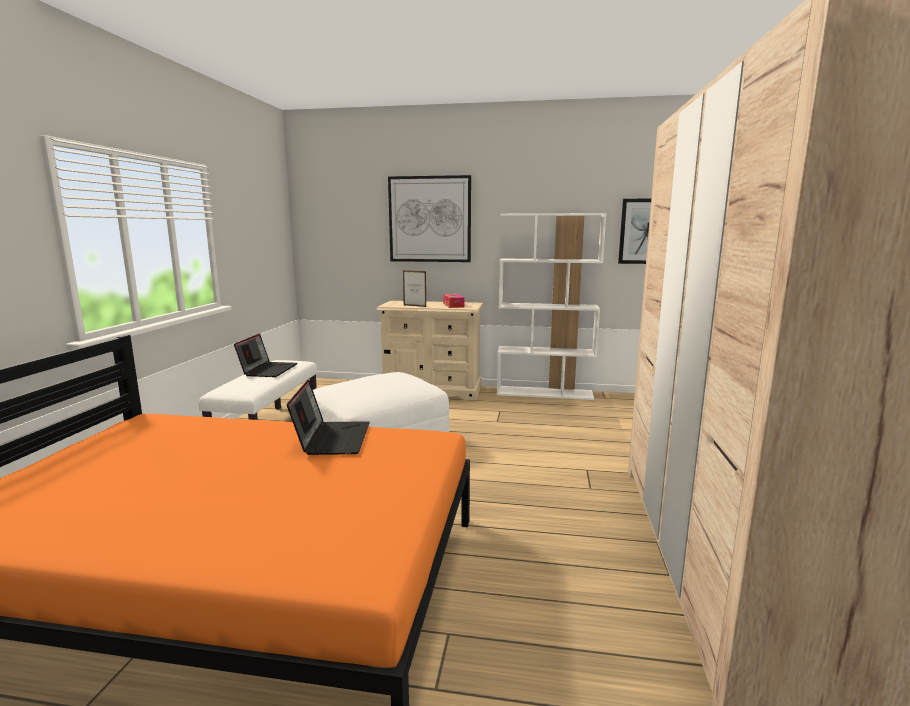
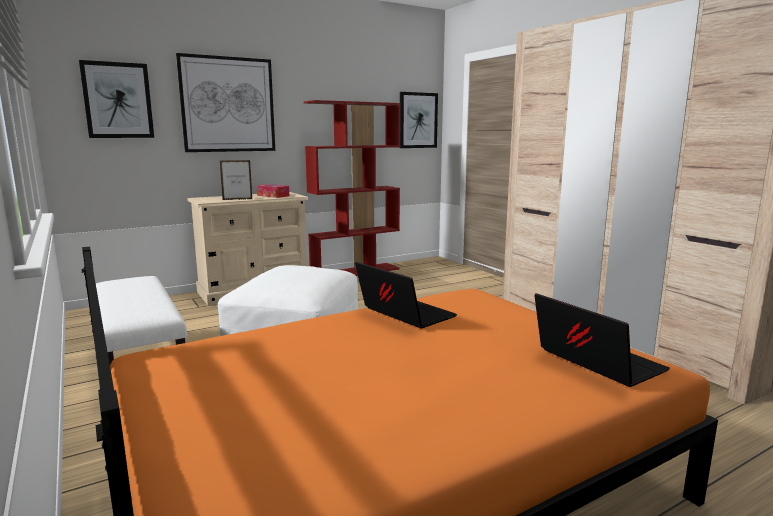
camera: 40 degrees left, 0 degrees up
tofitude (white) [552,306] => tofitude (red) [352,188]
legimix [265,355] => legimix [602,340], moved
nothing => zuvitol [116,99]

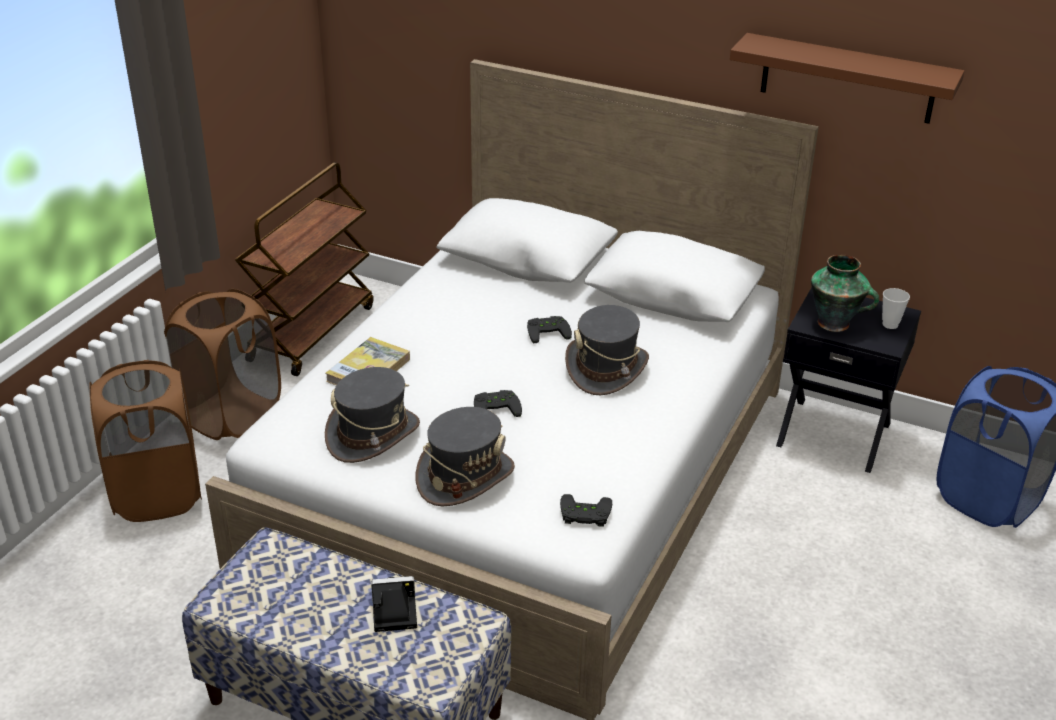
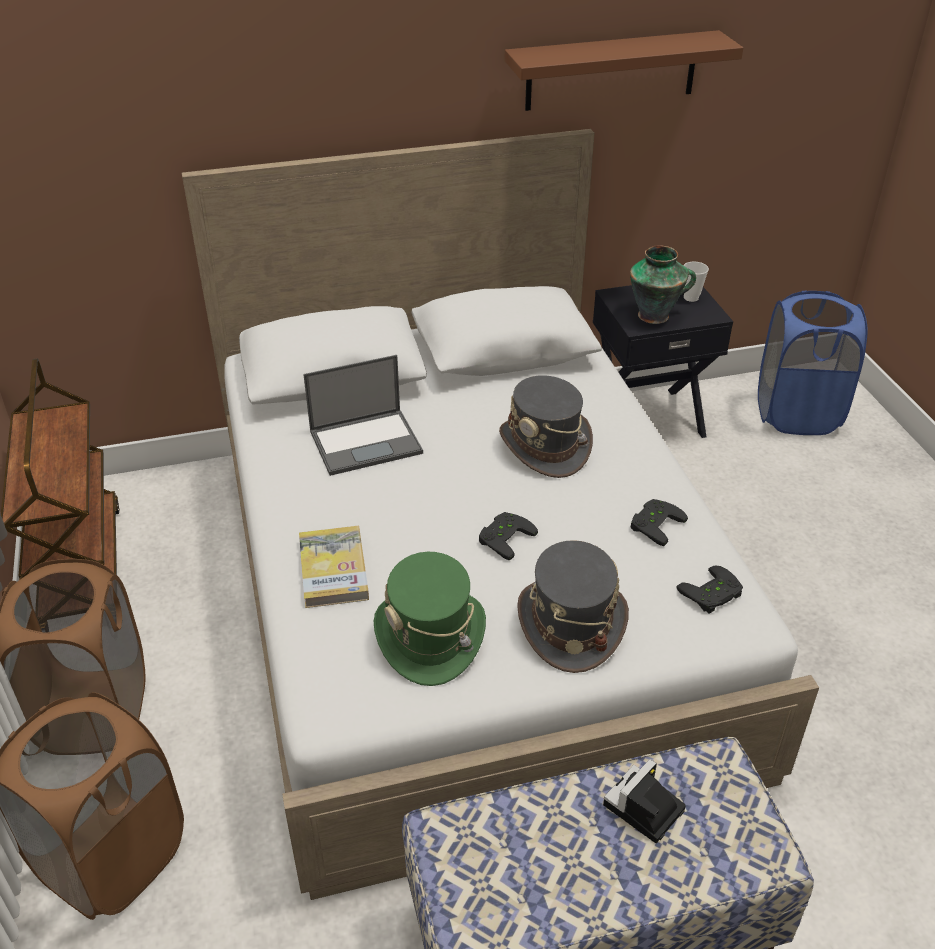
camera: 40 degrees left, 5 degrees up
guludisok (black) [549,329] => guludisok (black) [659,522], moved
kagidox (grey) [372,415] => kagidox (green) [430,619]
nothing => legimix [363,415]

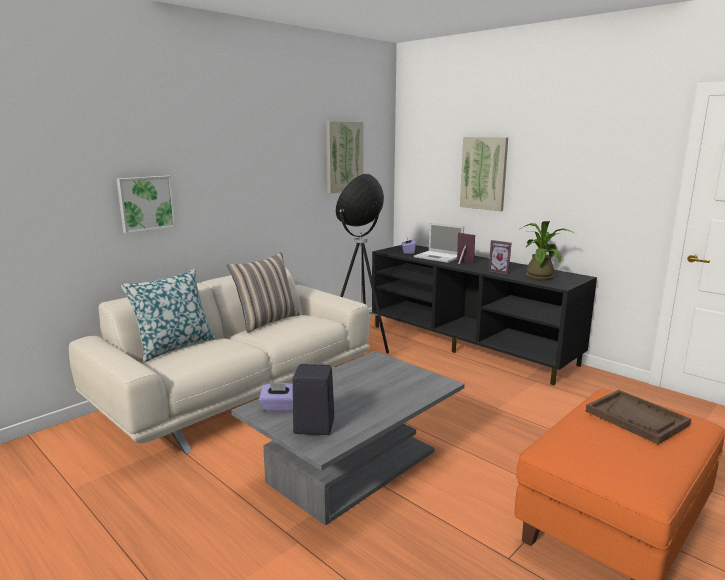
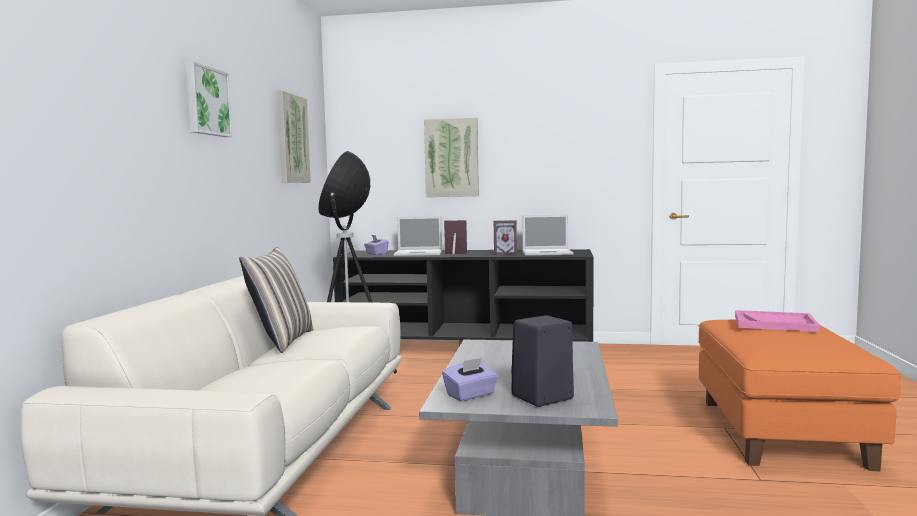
camera: 35 degrees left, 10 degrees down
zuvitol [146,204] => zuvitol [209,99], moved
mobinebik [547,251] => legimix [547,235]
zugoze [168,315] => nothing
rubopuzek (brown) [638,417] => rubopuzek (pink) [777,321]

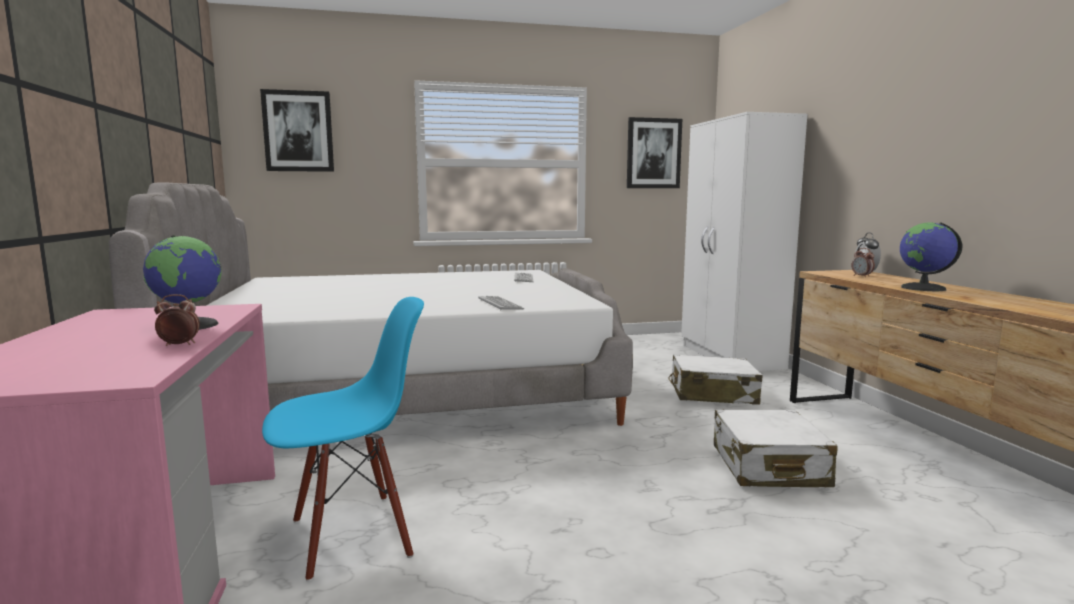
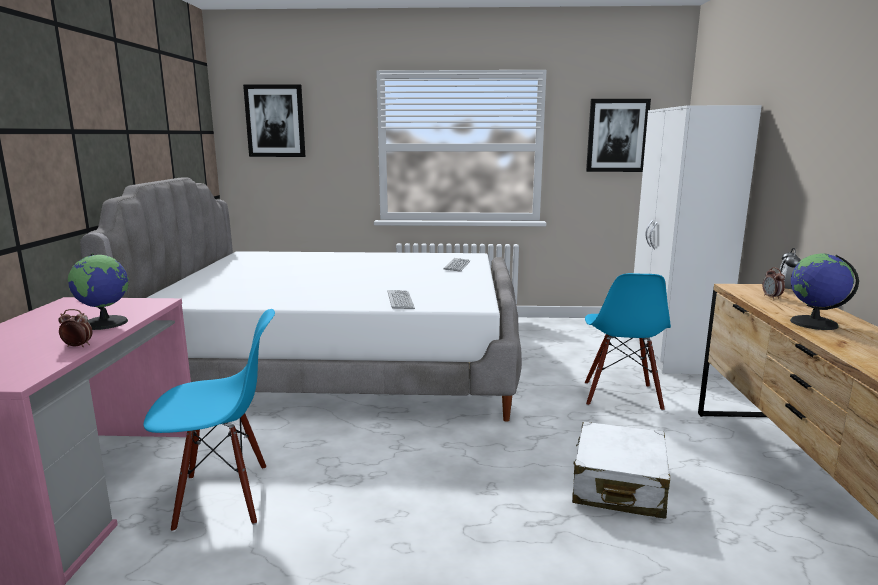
camera: 15 degrees right, 5 degrees up
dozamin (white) [715,379] => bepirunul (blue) [628,342]

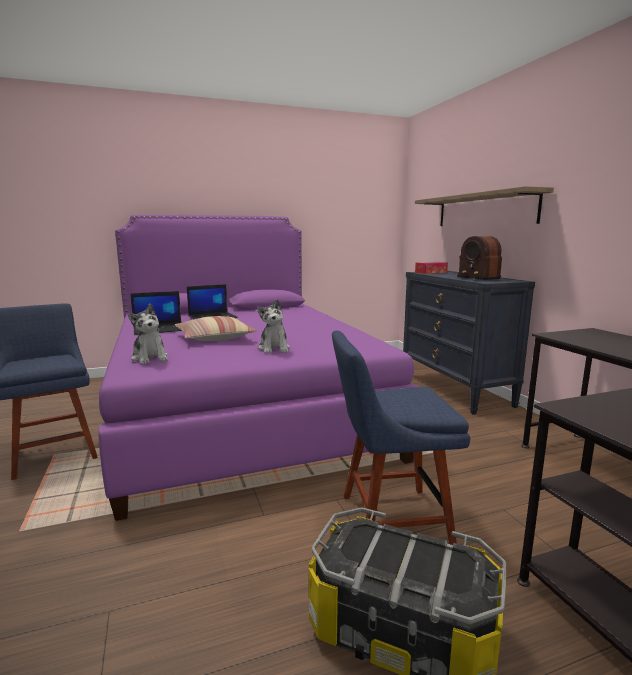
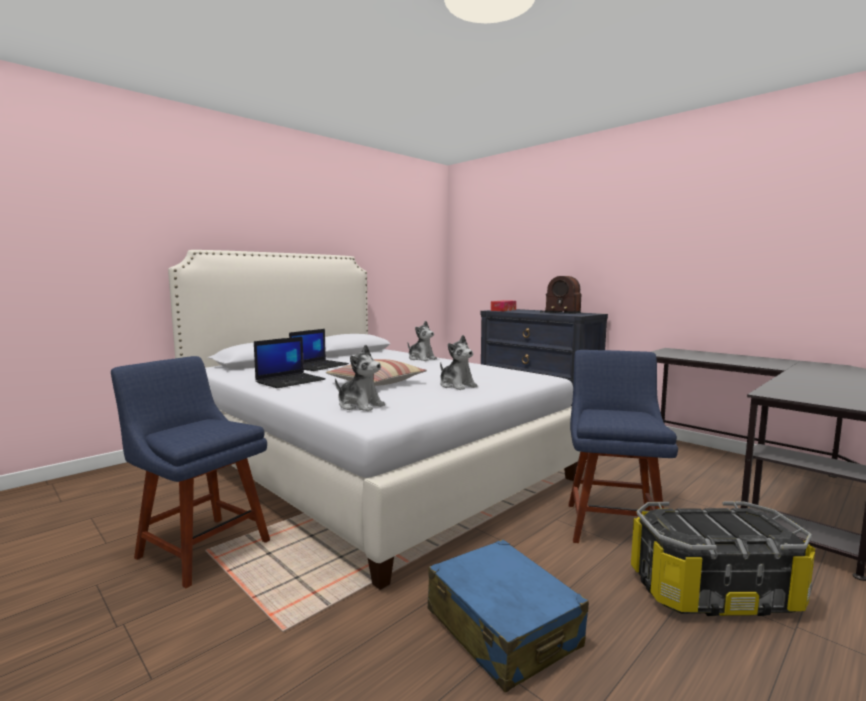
camera: 25 degrees left, 5 degrees down
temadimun [484,206] => nothing
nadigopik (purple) [258,367] => nadigopik (white) [374,420]
bepirunul (blue) [401,437] => bepirunul (blue) [623,446], 135 degrees clockwise
nothing => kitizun [422,341]
nothing => dozamin (blue) [508,616]

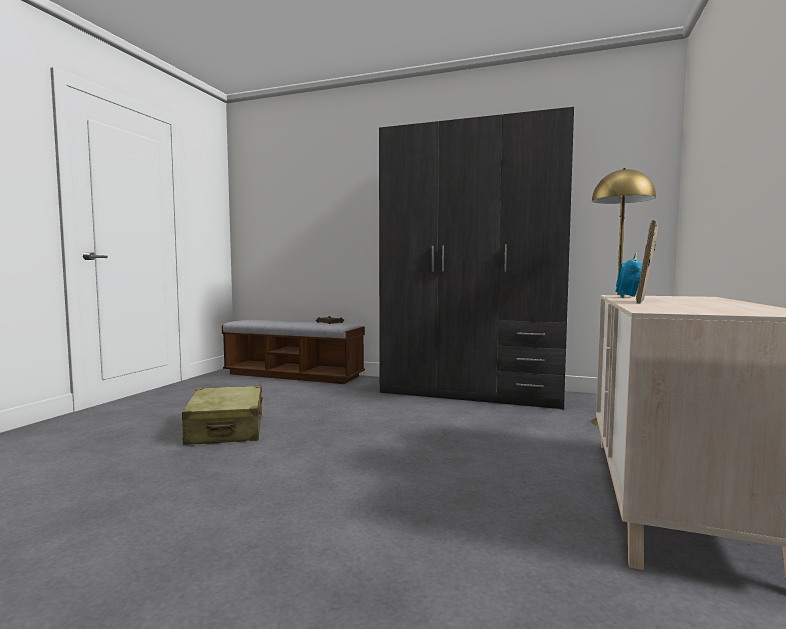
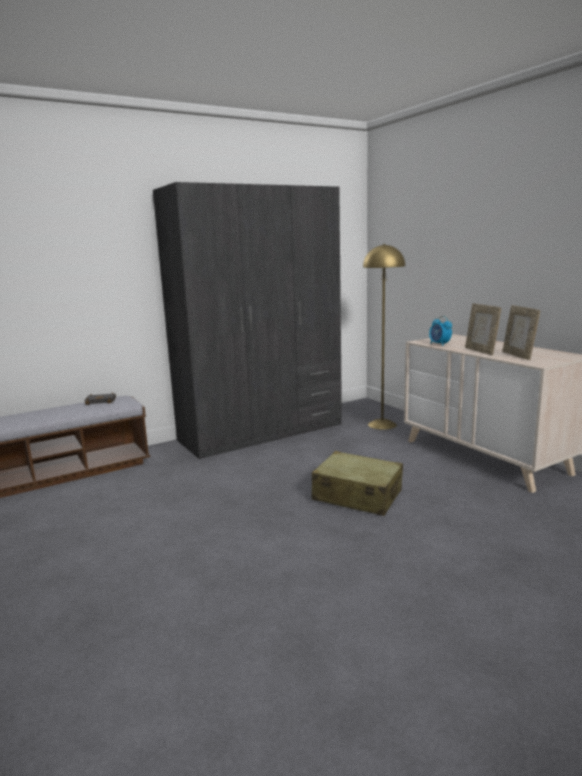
camera: 50 degrees left, 10 degrees up
dozamin (beige) [222,415] => dozamin (beige) [357,483], moved
nothing => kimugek [521,332]

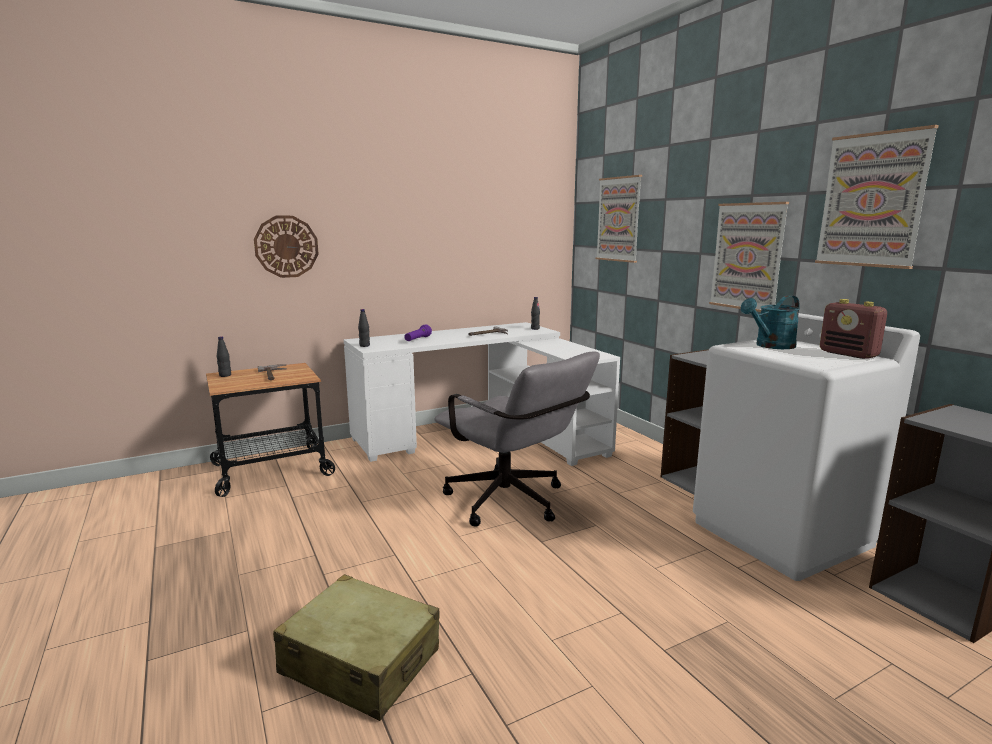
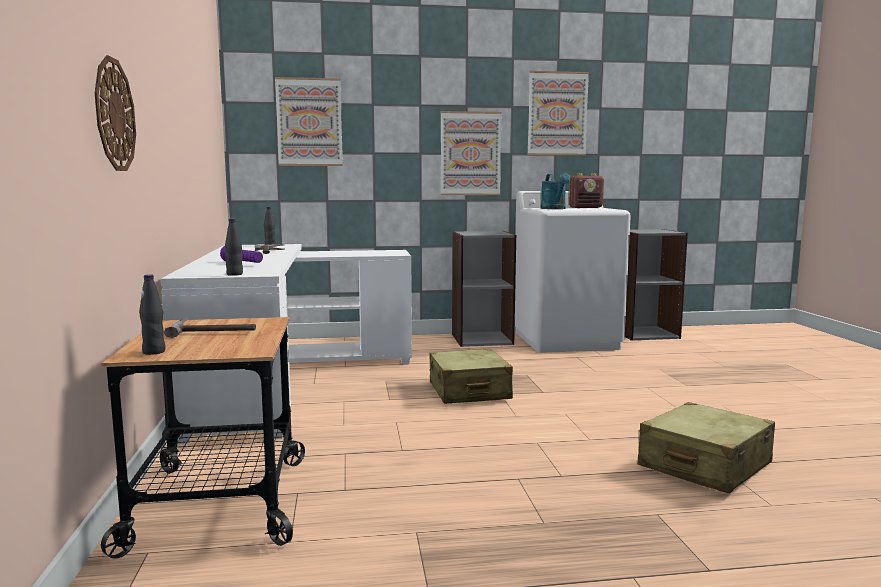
camera: 70 degrees left, 5 degrees down
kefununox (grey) [517,439] => dozamin (beige) [471,376]

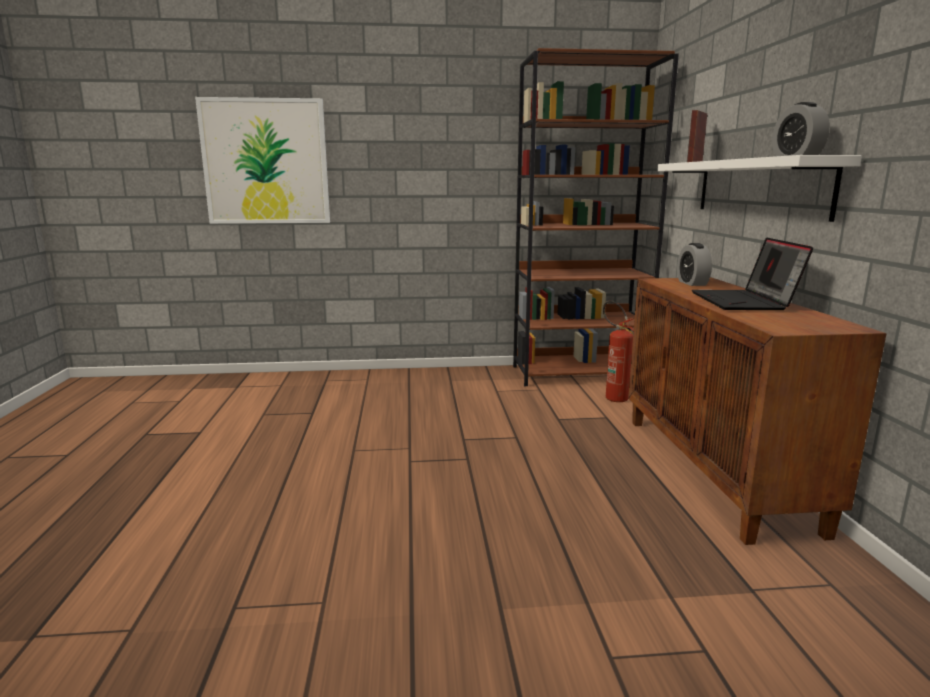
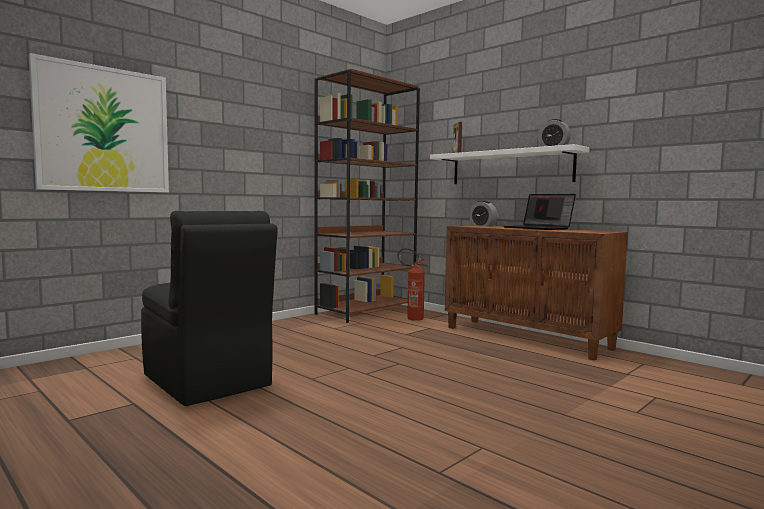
camera: 40 degrees left, 10 degrees down
nothing => bepirunul (black) [209,308]

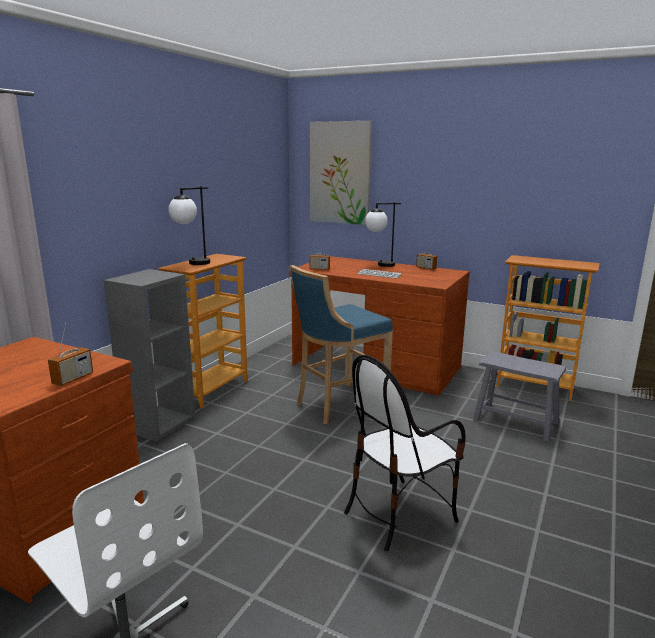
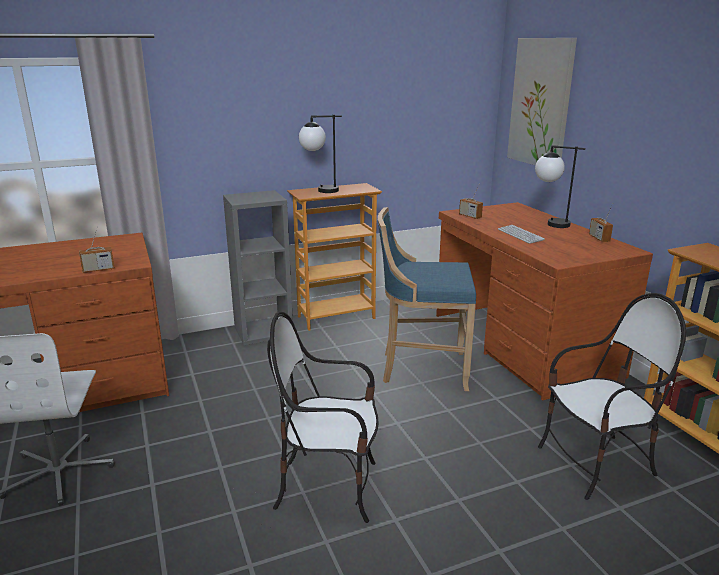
camera: 40 degrees right, 5 degrees up
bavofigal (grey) [519,397] => bepirunul [612,396]

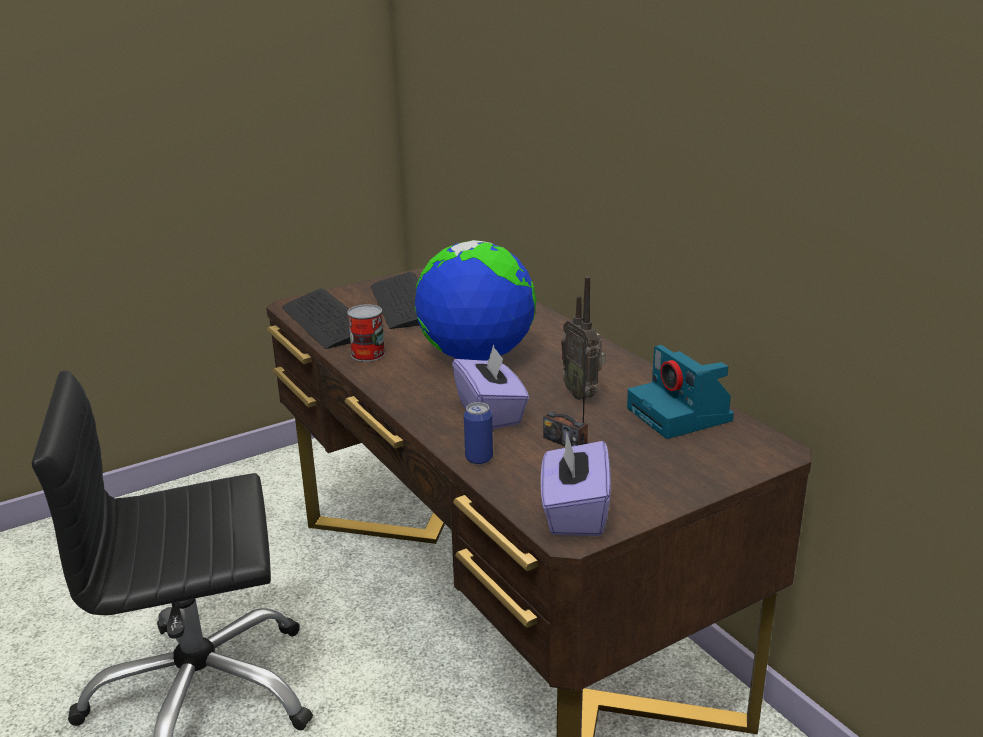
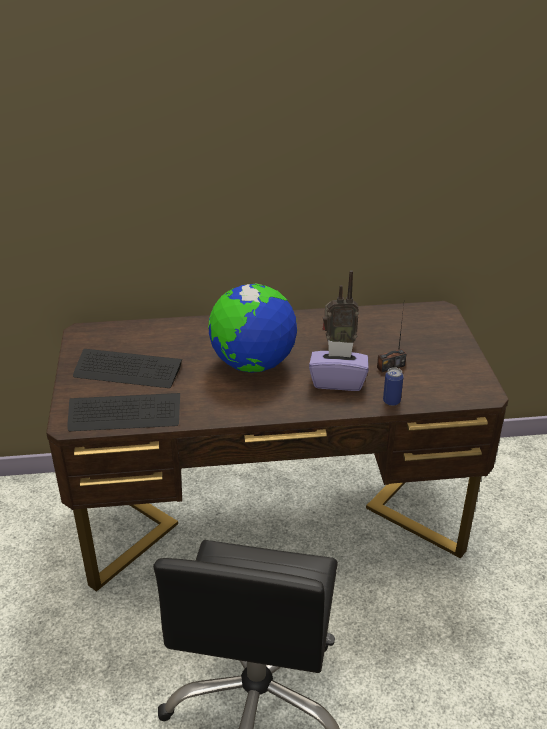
camera: 65 degrees left, 10 degrees up
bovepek [366,333] => nothing
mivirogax [680,392] => nothing
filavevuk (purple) [576,484] => nothing

